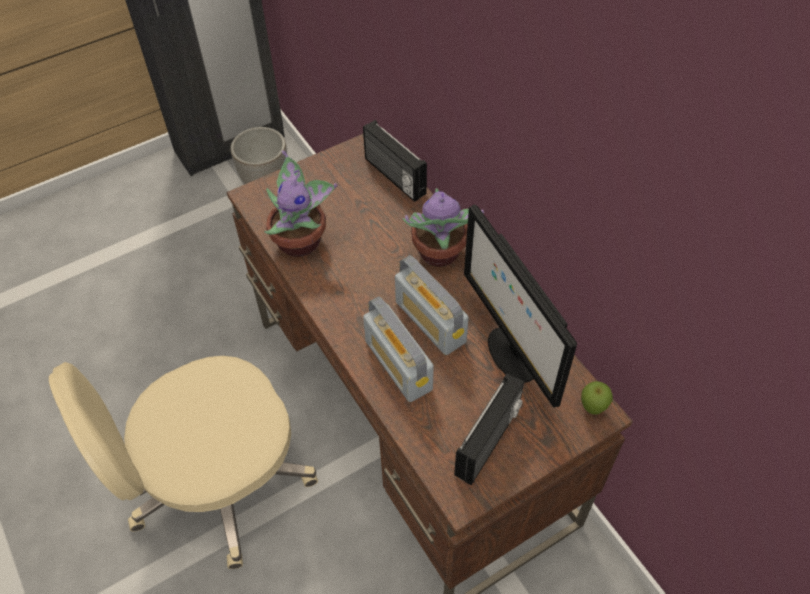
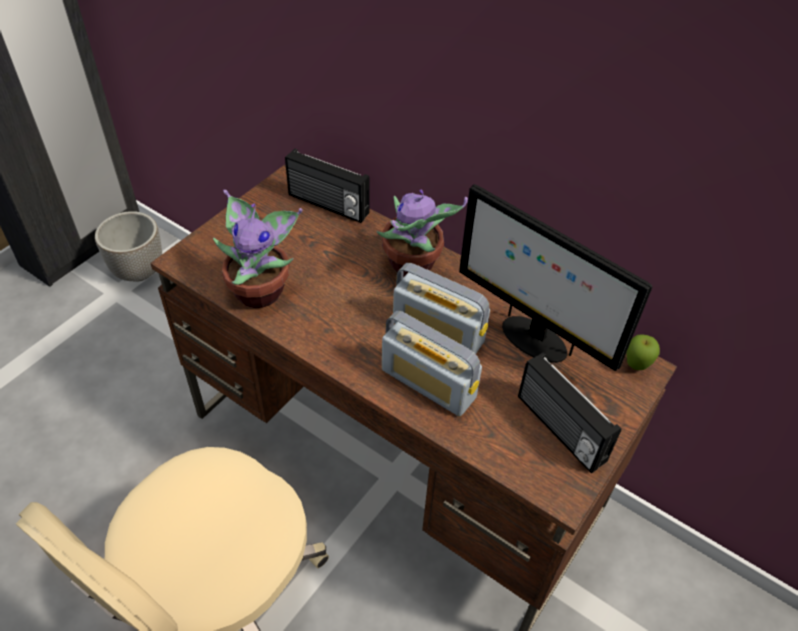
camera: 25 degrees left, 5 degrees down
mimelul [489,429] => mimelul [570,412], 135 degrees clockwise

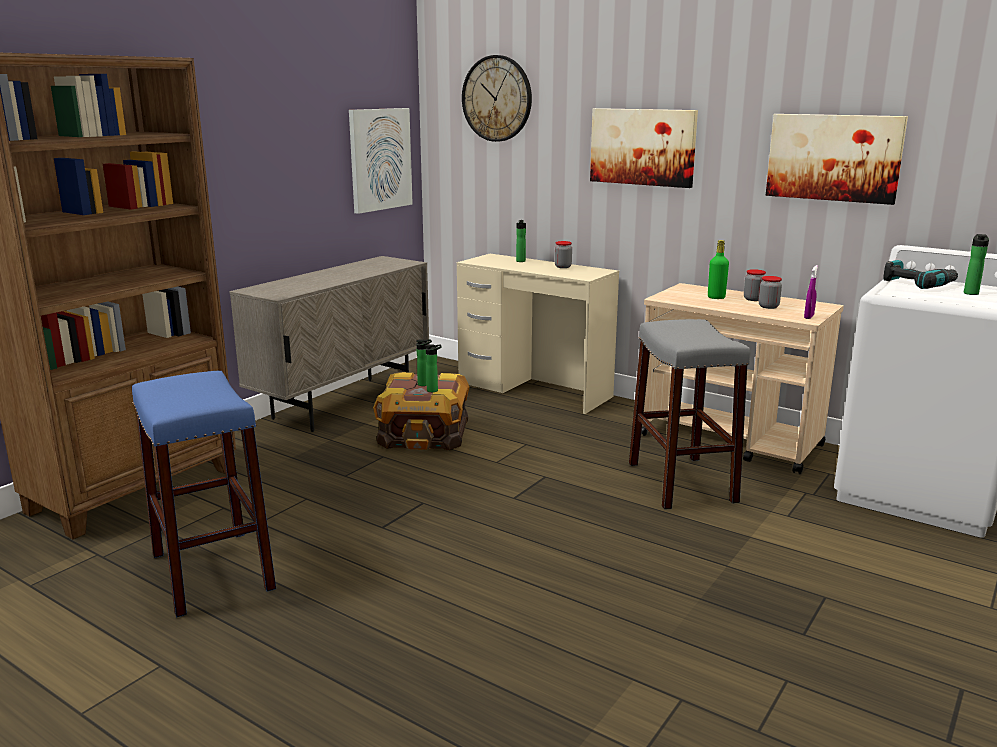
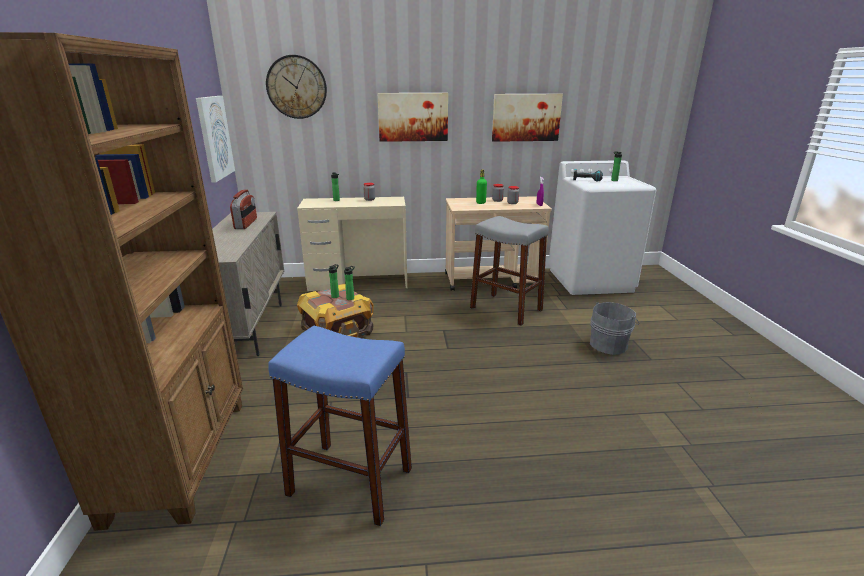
camera: 40 degrees left, 5 degrees up
nothing => mimelul [243,209]
nothing => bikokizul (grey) [614,328]

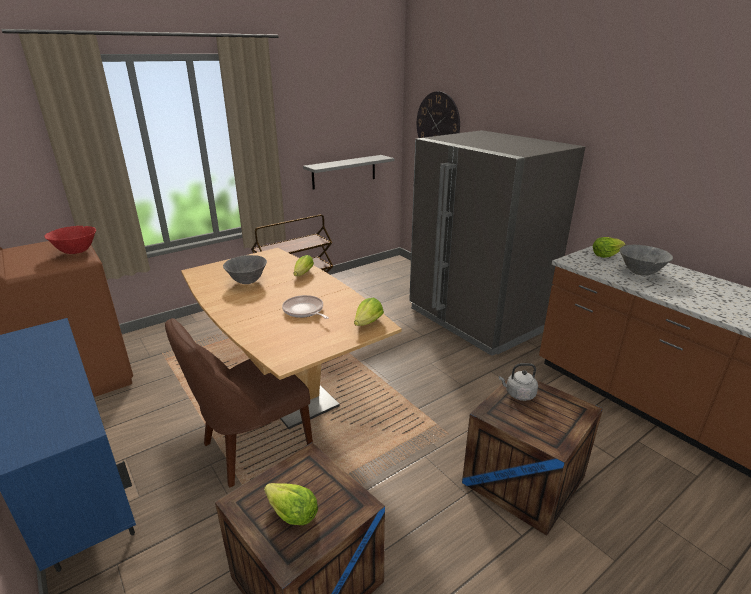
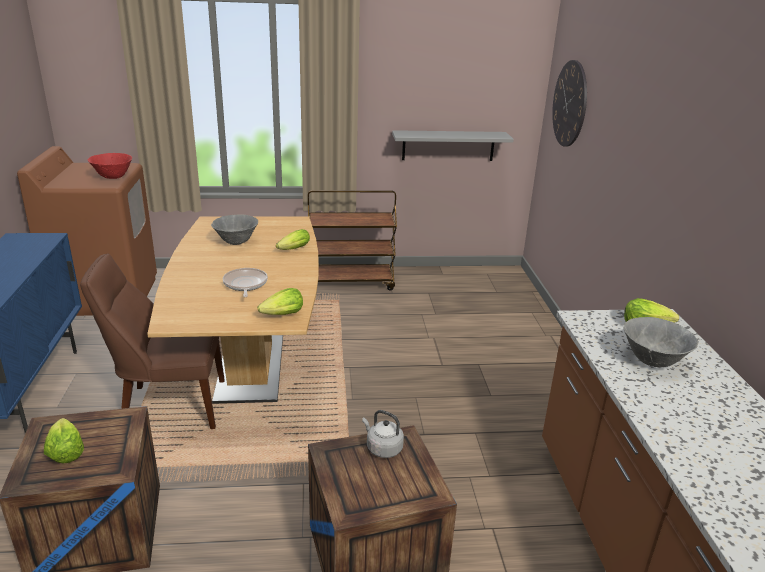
camera: 30 degrees right, 0 degrees up
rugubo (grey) [497,243] => nothing

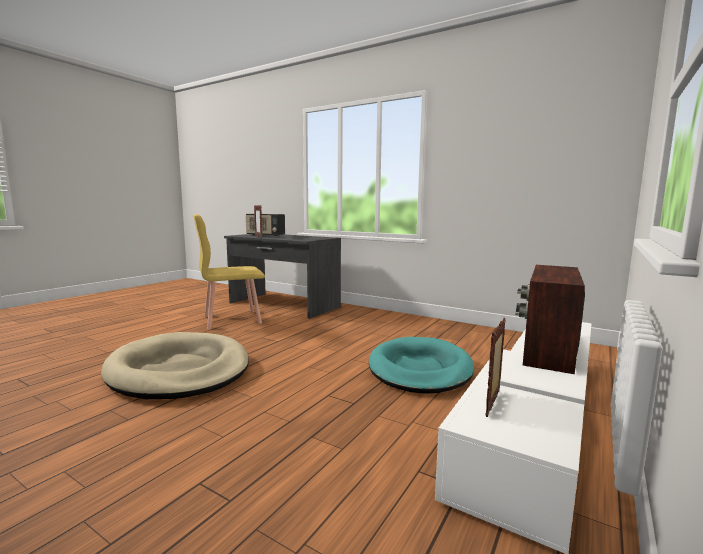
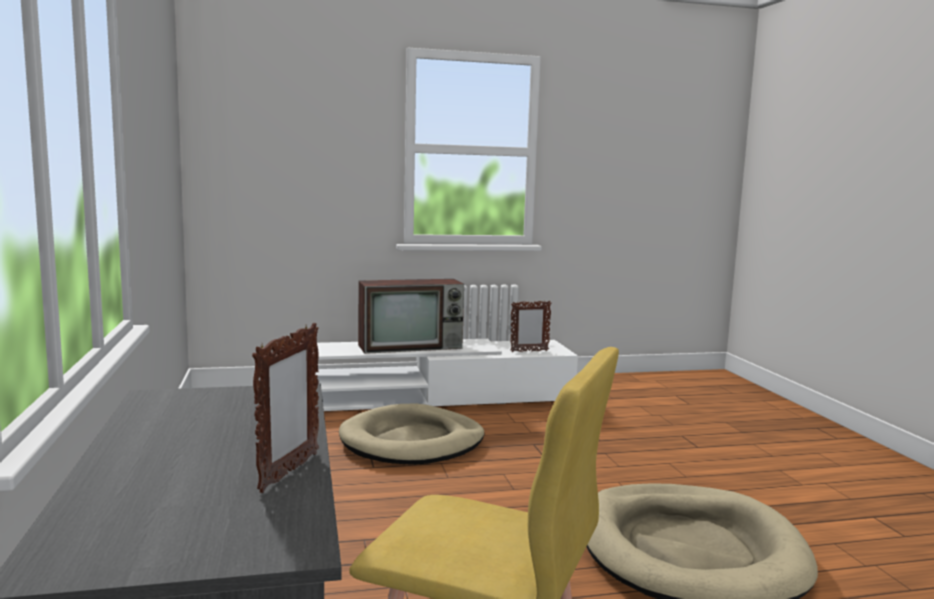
camera: 135 degrees left, 0 degrees up
mimelul [265,225] => nothing
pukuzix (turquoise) [421,365] => pukuzix (beige) [411,434]

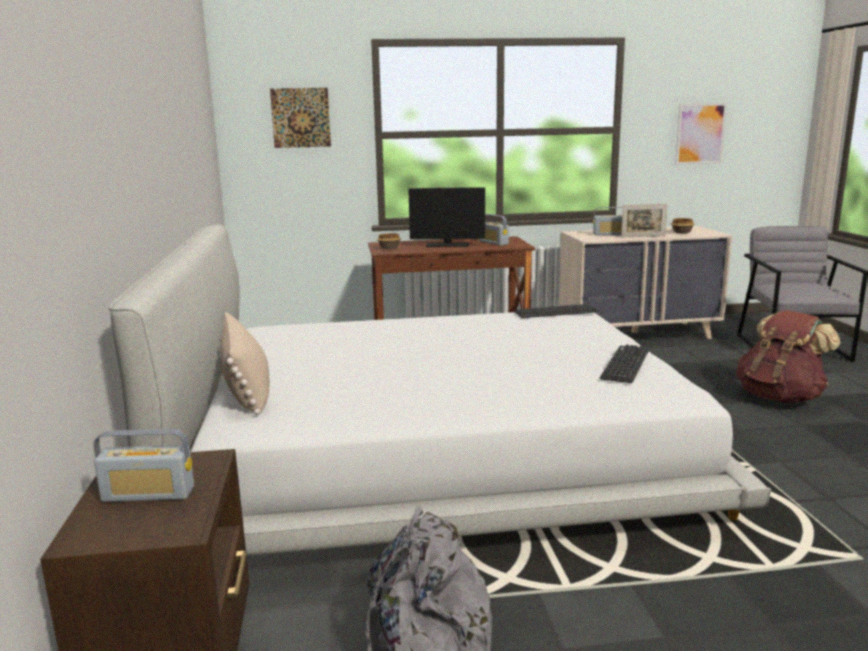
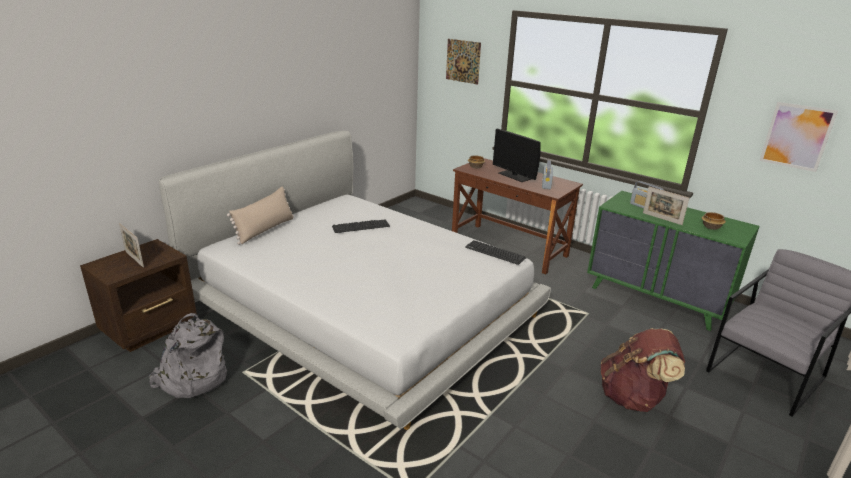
camera: 45 degrees right, 10 degrees up
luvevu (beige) [645,282] => luvevu (green) [673,261]
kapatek [624,364] => kapatek [361,226], moved
mimelul [144,465] => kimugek [131,245]

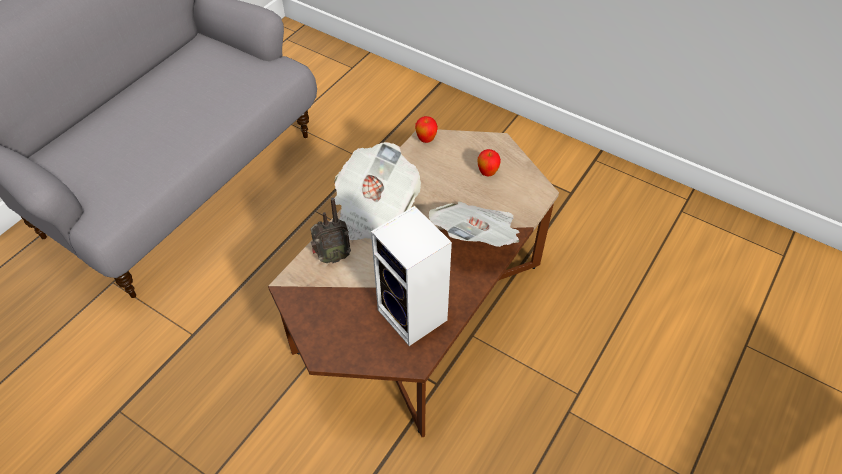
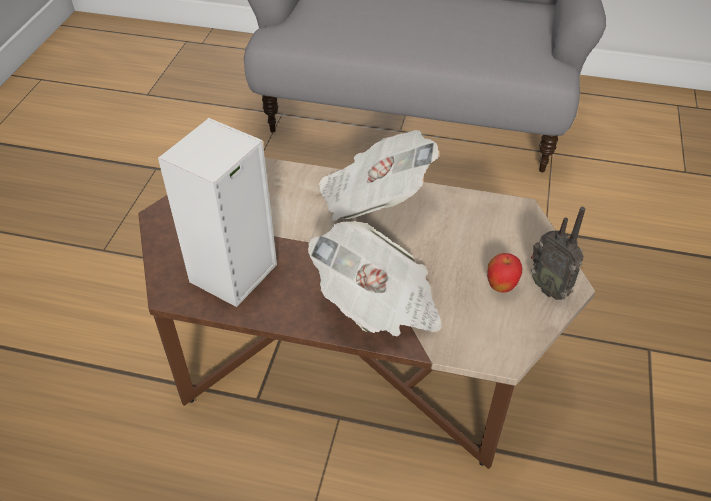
camera: 70 degrees right, 5 degrees down
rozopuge [426,129] => nothing
mimelul [331,230] => mimelul [558,253], moved

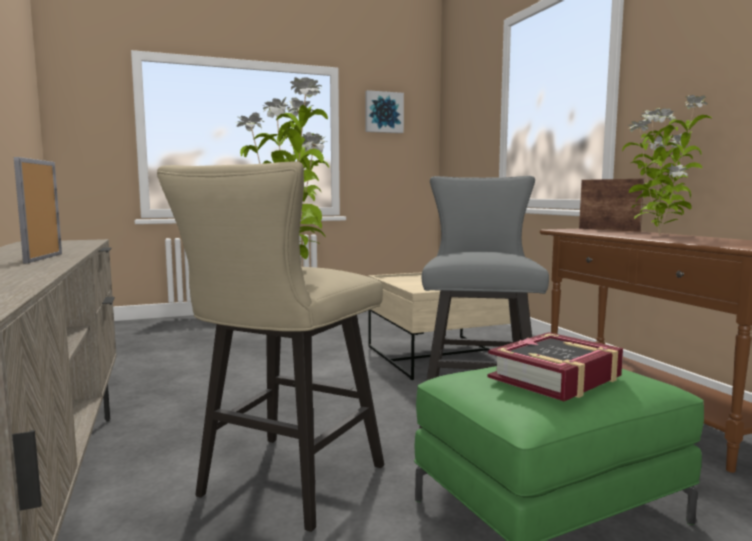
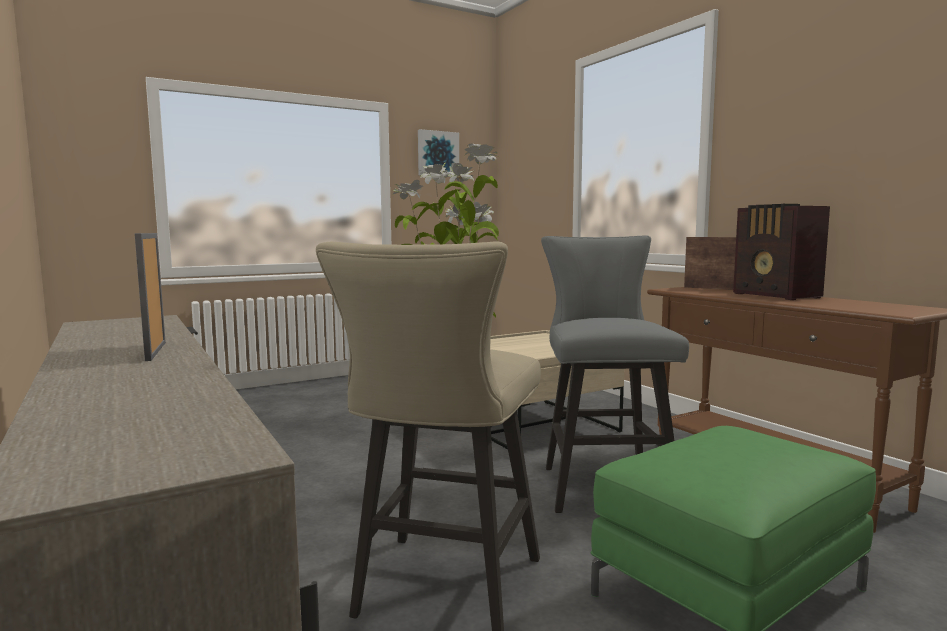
camera: 10 degrees left, 0 degrees up
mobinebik [667,165] => mimelul [781,252]
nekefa [555,366] => nothing

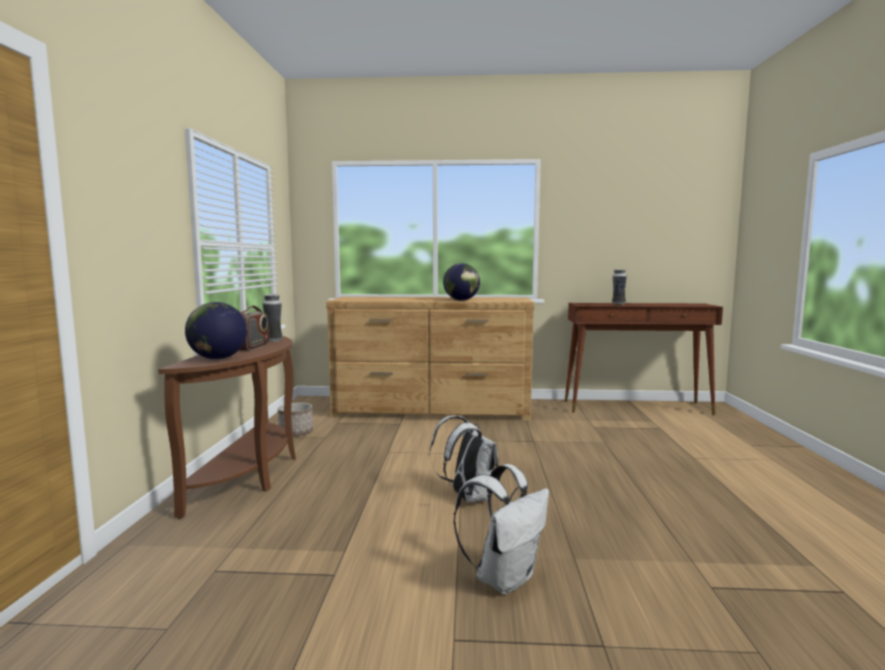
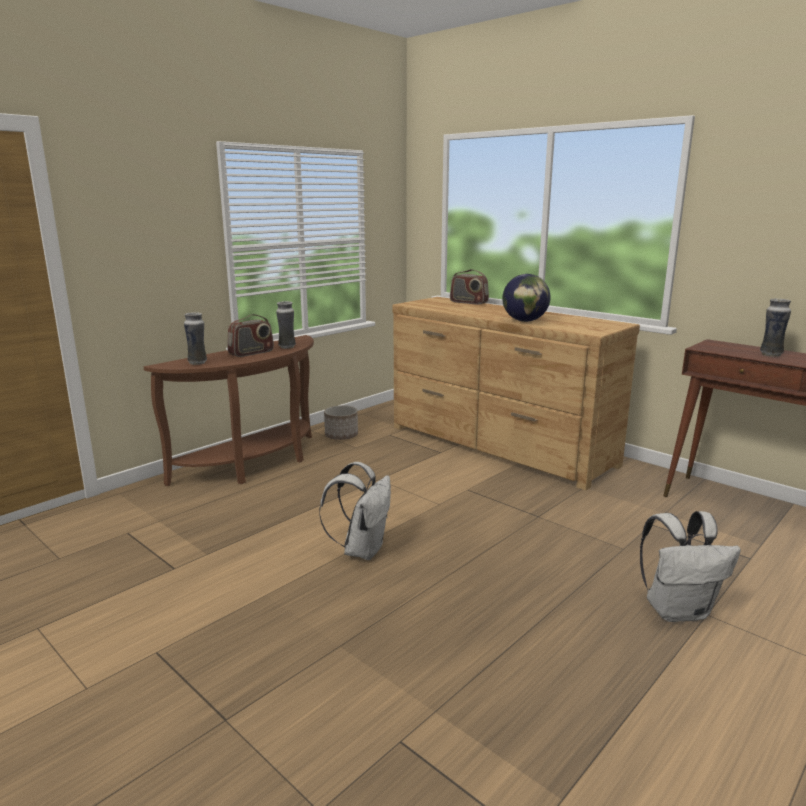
camera: 40 degrees right, 10 degrees up
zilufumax [216,330] => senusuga [195,338]
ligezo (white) [501,529] => ligezo (white) [690,566], moved
nothing => mimelul [469,287]

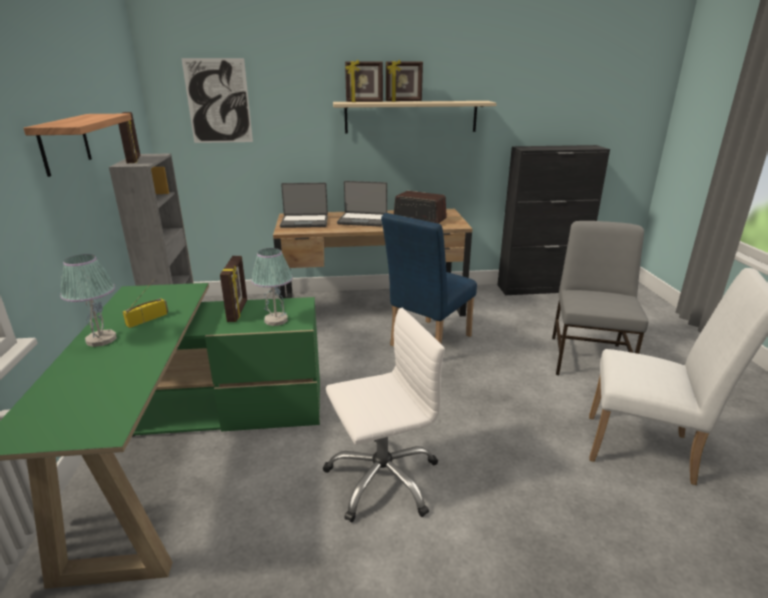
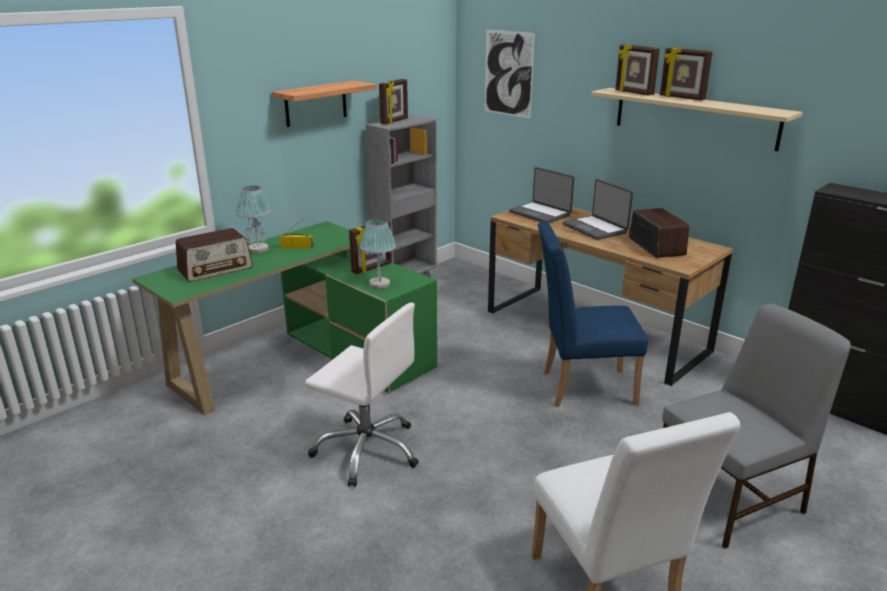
camera: 50 degrees right, 0 degrees up
nothing => mimelul [214,255]

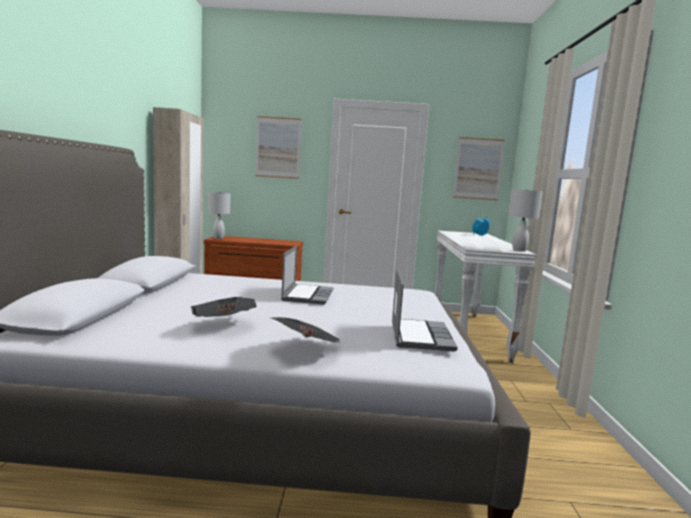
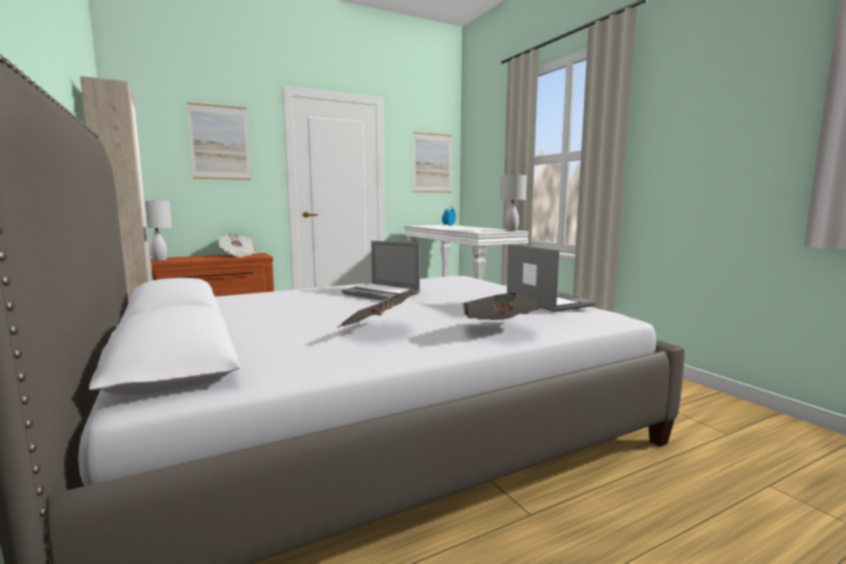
camera: 30 degrees left, 0 degrees up
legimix [307,275] => legimix [381,271], 150 degrees clockwise
nothing => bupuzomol [237,245]

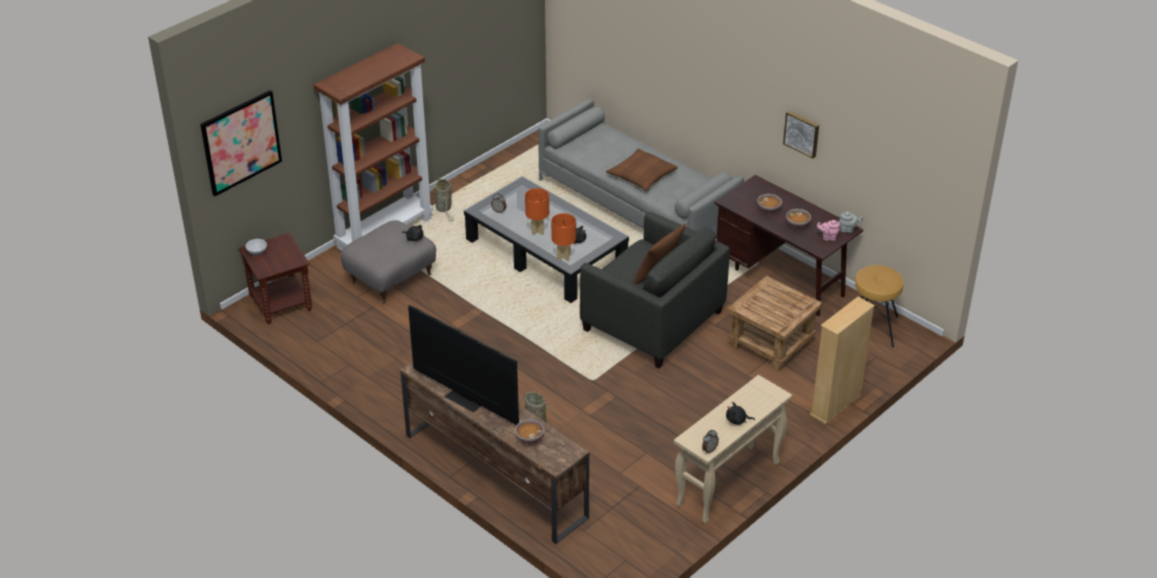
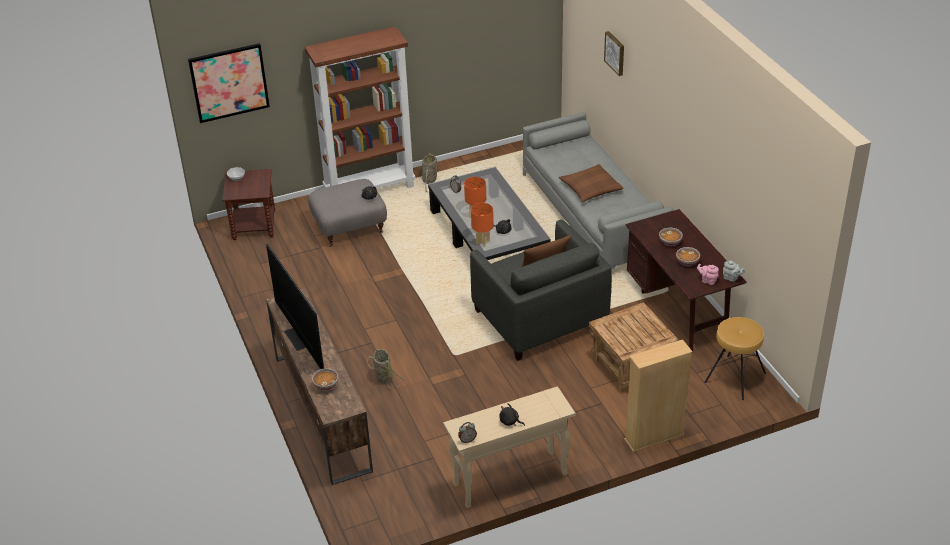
camera: 25 degrees right, 0 degrees up
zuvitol [801,134] => zuvitol [614,53], moved

